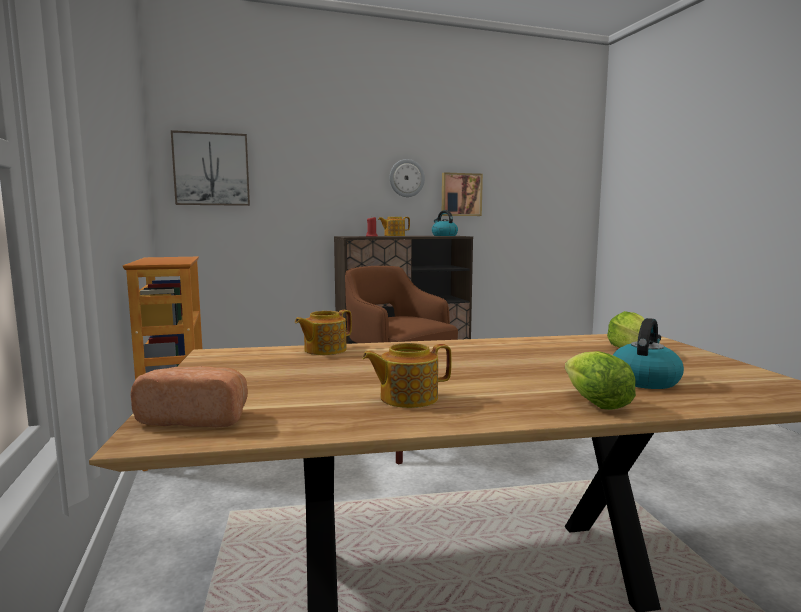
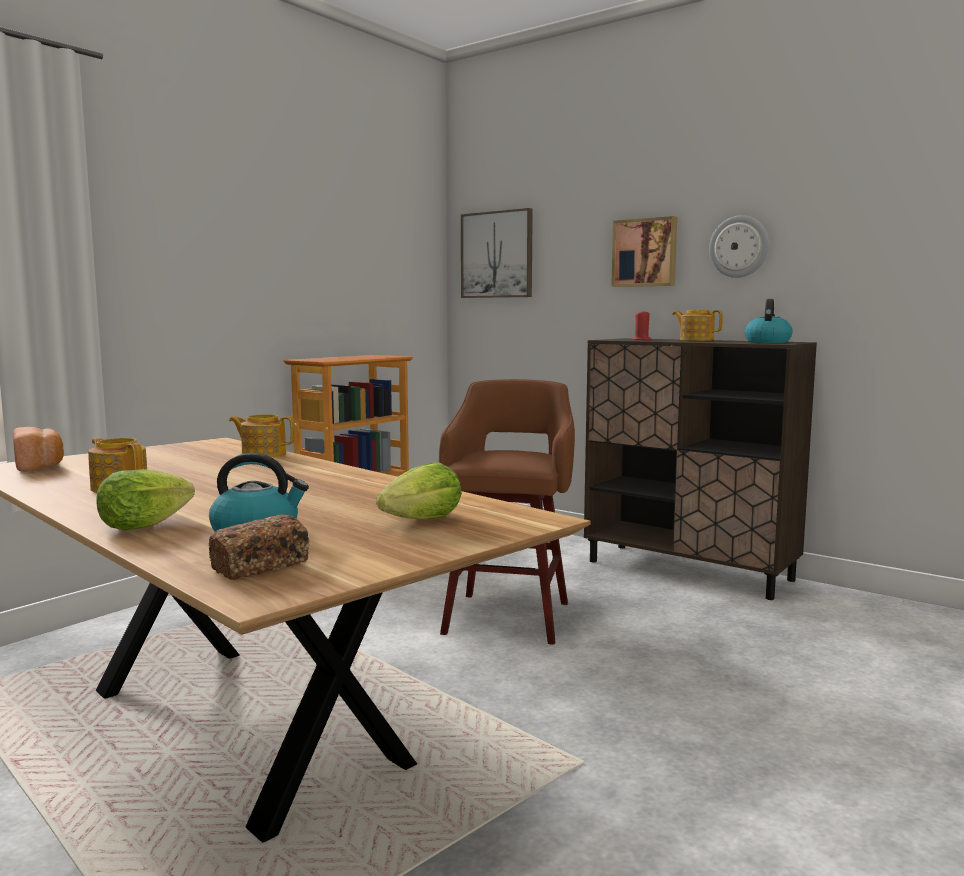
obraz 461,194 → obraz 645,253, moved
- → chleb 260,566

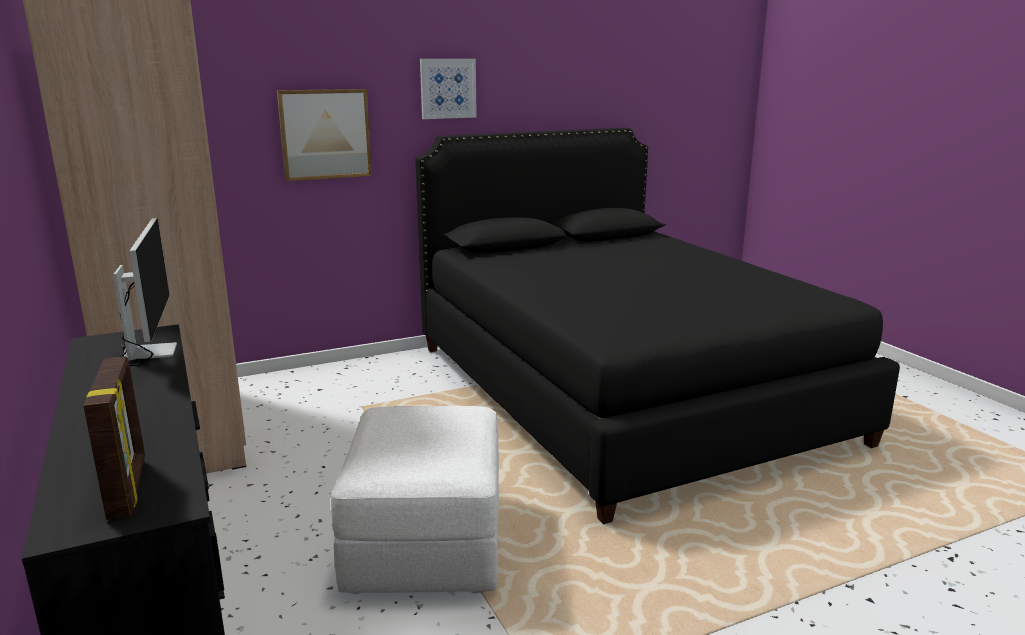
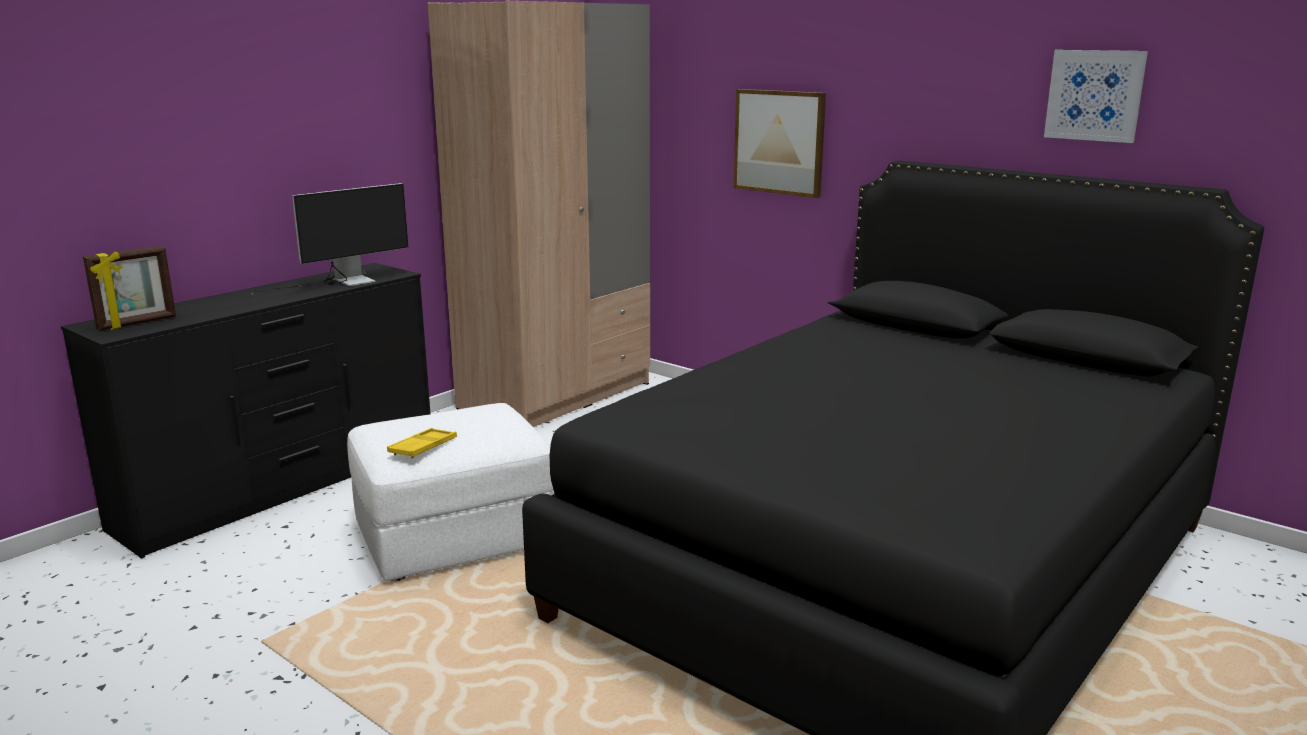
obraz 448,88 → obraz 1094,95, moved
- → taca (żółty) 423,448

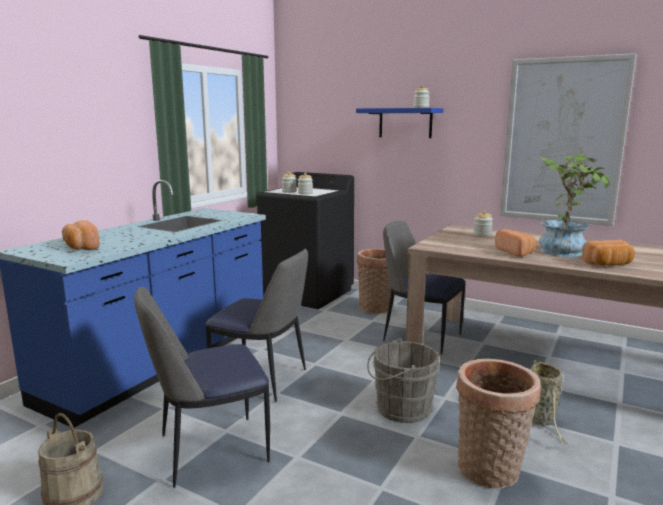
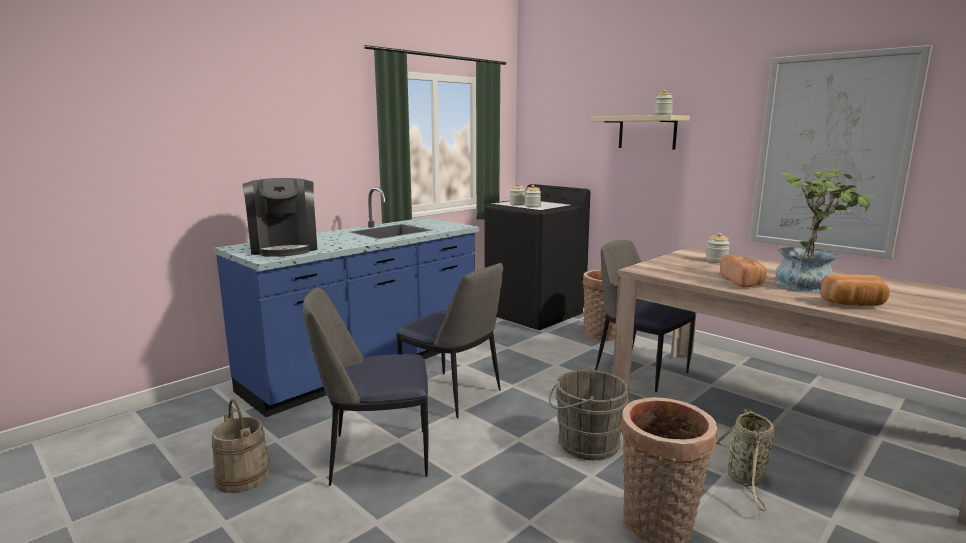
chleb 80,247 → ekspres do kawy 284,248
półka (niebieski) 405,123 → półka (beżowy) 647,132

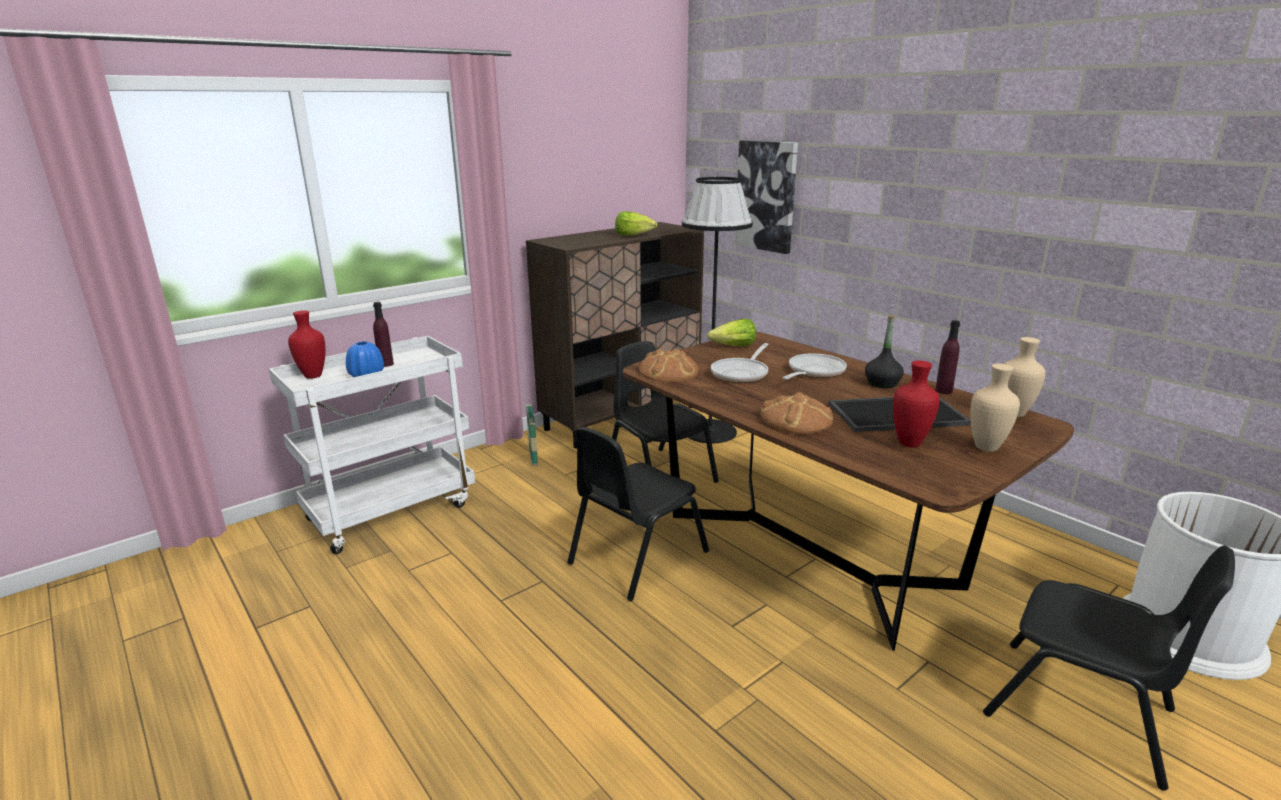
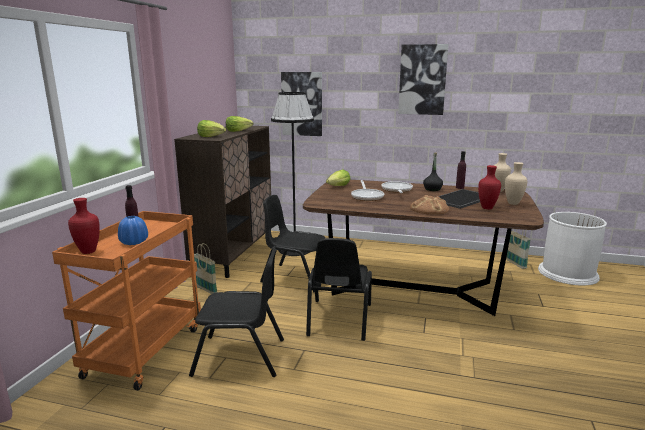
wózek (biały) 392,510 → wózek (pomarańczowy) 145,350
chleb 669,371 → -
krzesło (czarny) 1079,712 → krzesło (czarny) 240,357, moved
- → sałata 211,137
- → obraz 422,80
- → koszyk 515,264

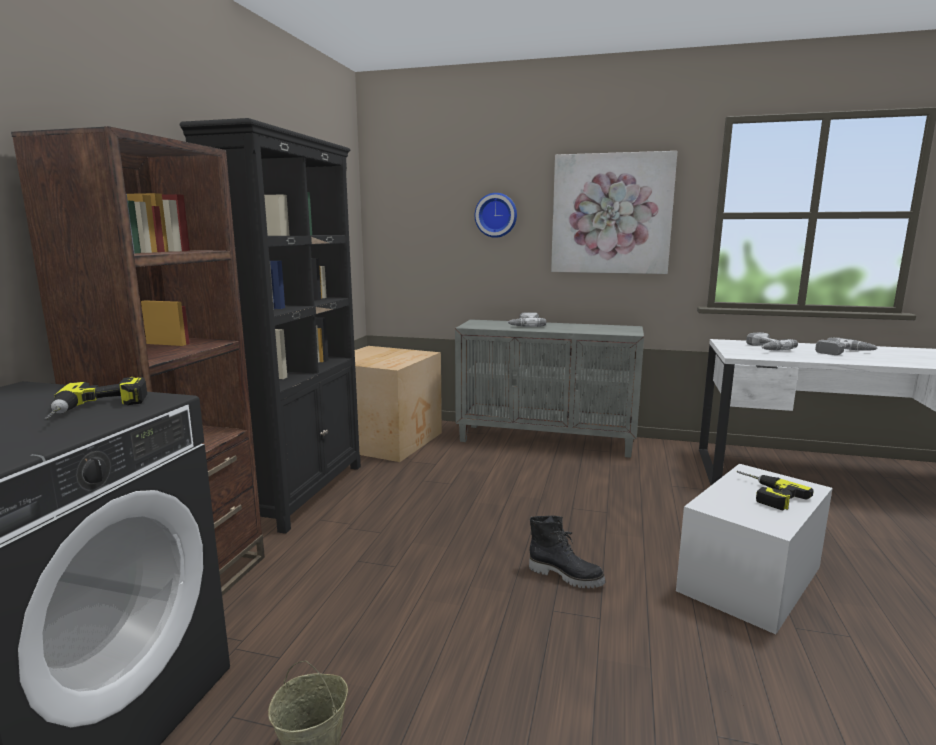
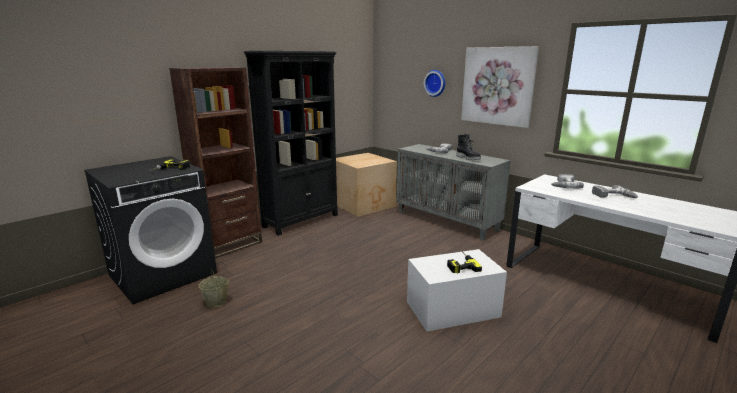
but z cholewką (czarny) 566,575 → but z cholewką (czarny) 468,158, moved

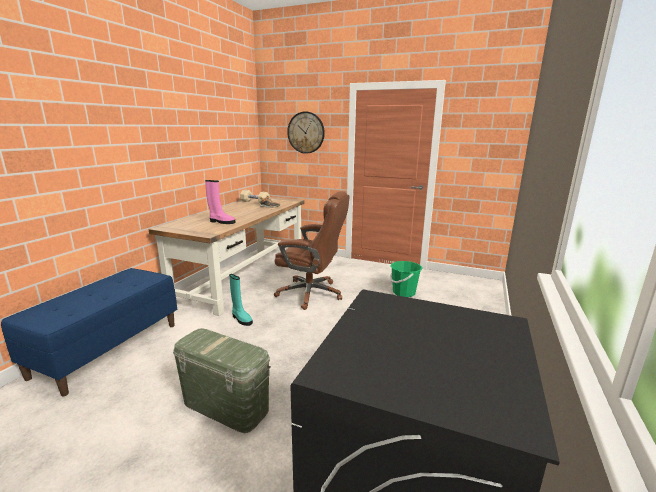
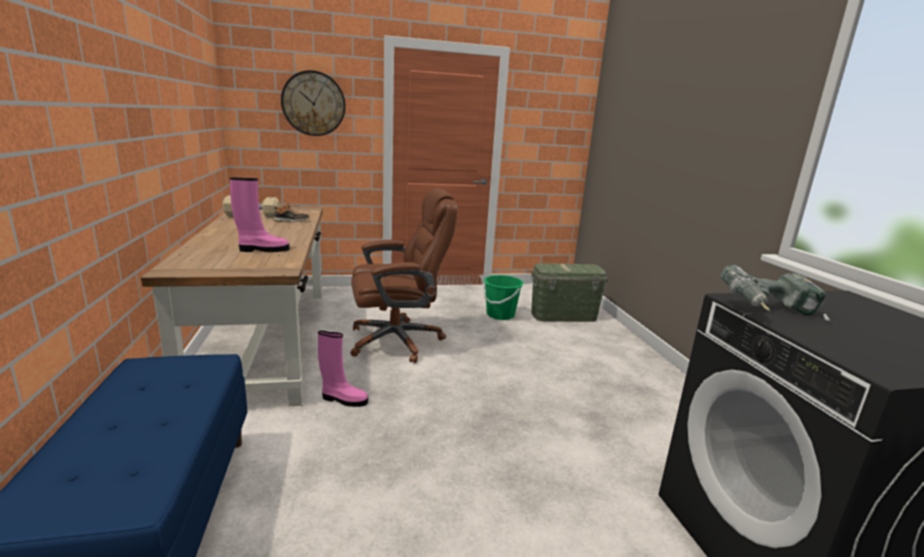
pojemnik do przechowywania (zielony) 225,406 → pojemnik do przechowywania (zielony) 563,316, moved
but z cholewką (turkusowy) 241,319 → but z cholewką (różowy) 343,399
- → wiertarka 770,312

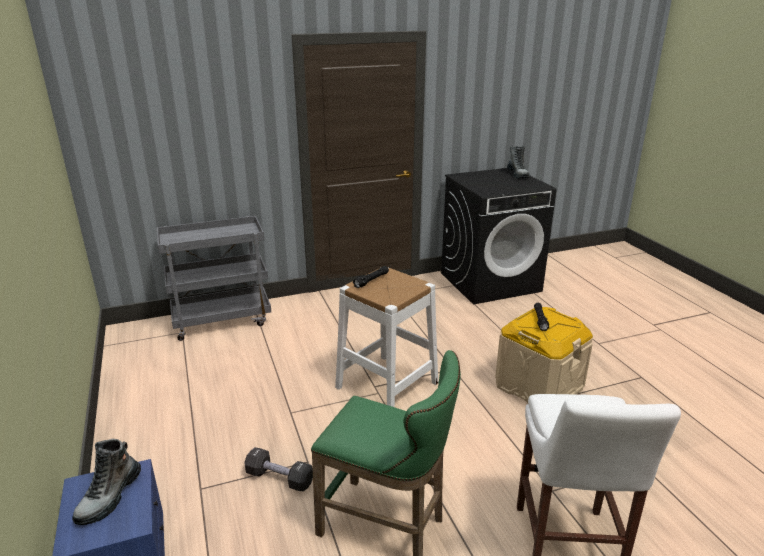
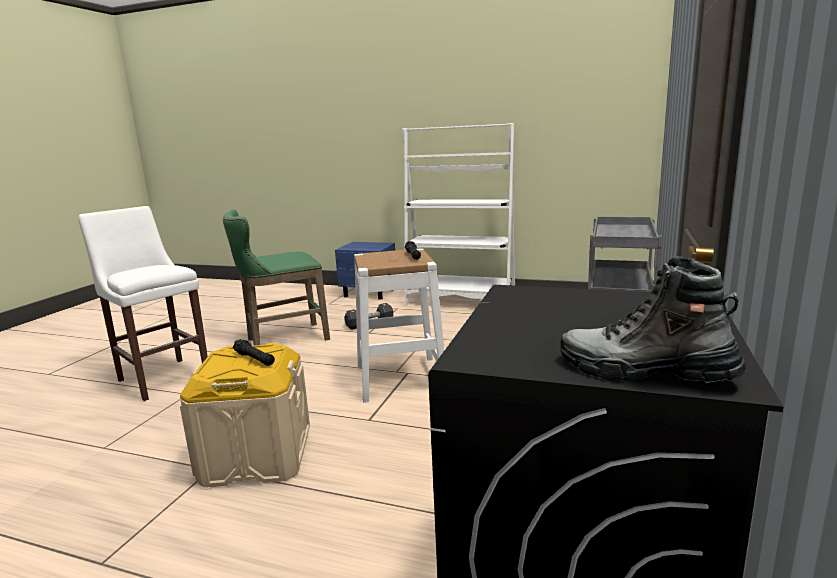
but z cholewką 109,497 → -
- → regał (biały) 460,301

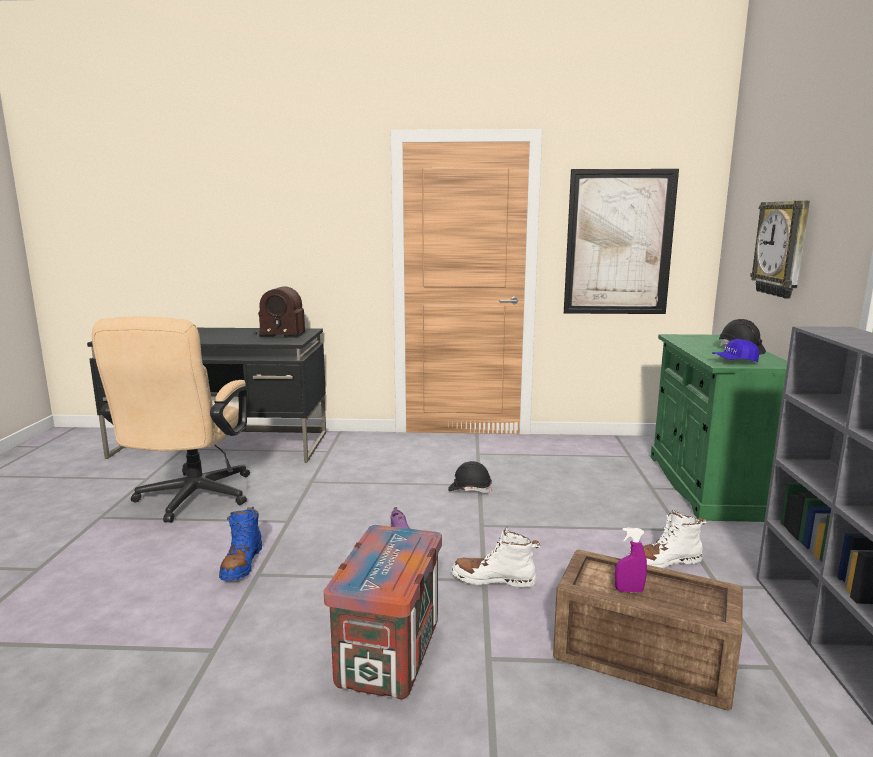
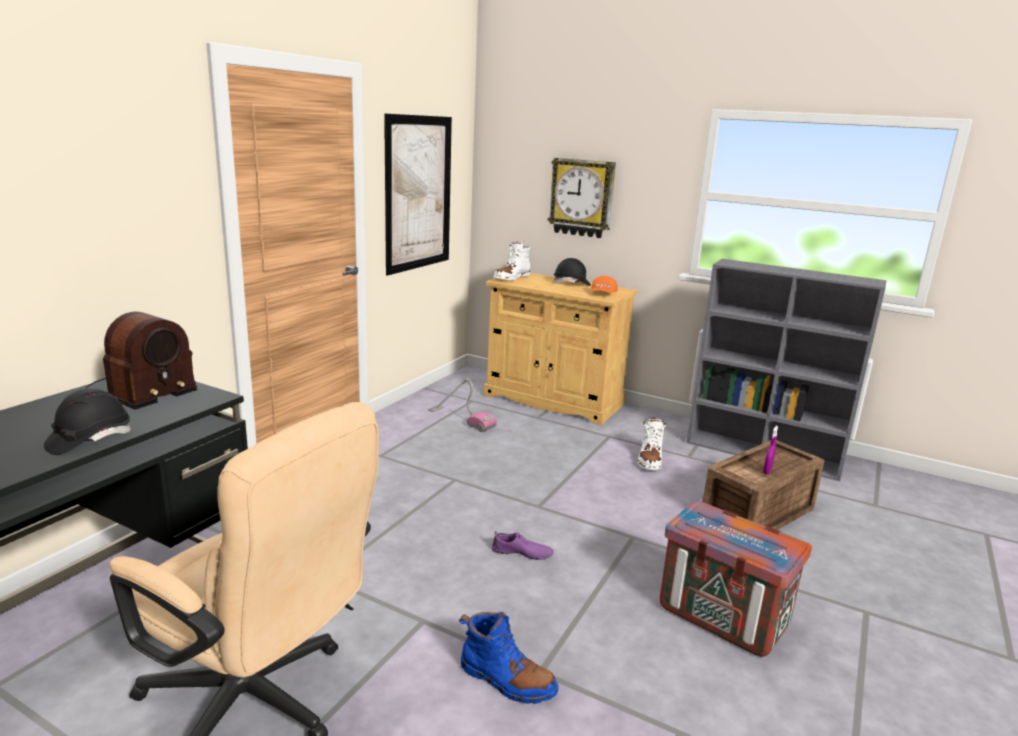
kask (czarny) 469,489 → kask (czarny) 89,440, moved
but z cholewką (biały) 493,579 → but z cholewką (biały) 511,278, moved
szafka (zielony) 707,486 → szafka (beżowy) 553,400
czapka z daszkiem (niebieski) 734,361 → czapka z daszkiem (pomarańczowy) 603,294
- → odkurzacz 461,419

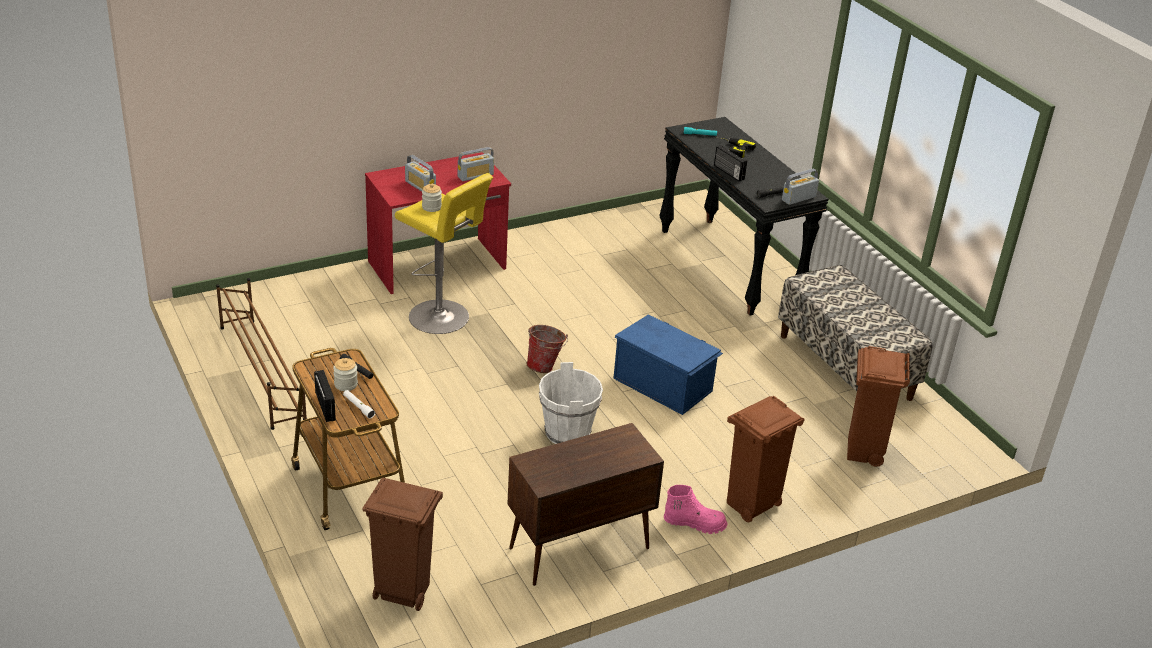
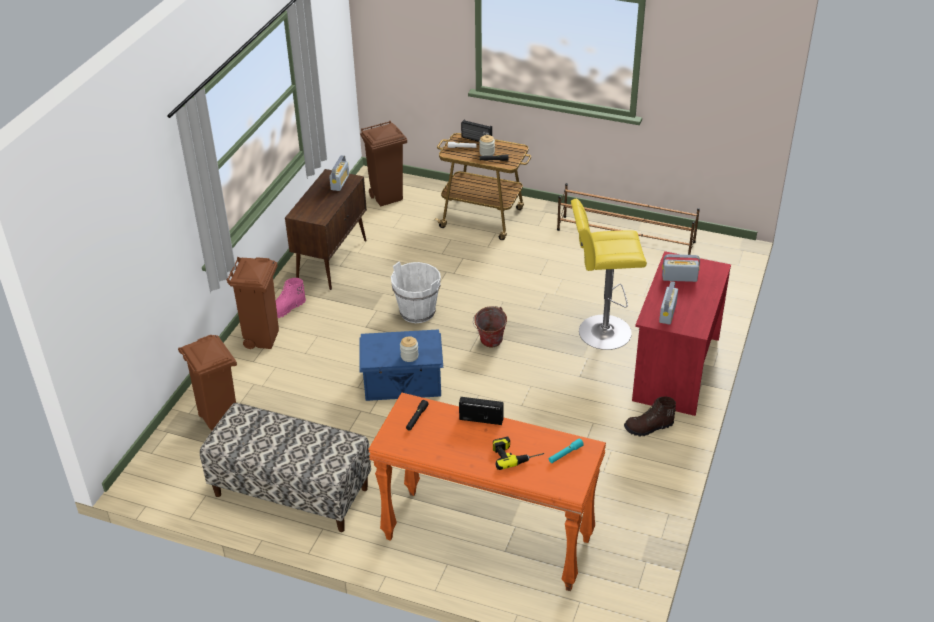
słoik 431,207 → słoik 409,356, moved
stolik konsolowy (czarny) 730,265 → stolik konsolowy (pomarańczowy) 486,540
radio 798,198 → radio 340,182, moved
- → but z cholewką (brązowy) 649,428

